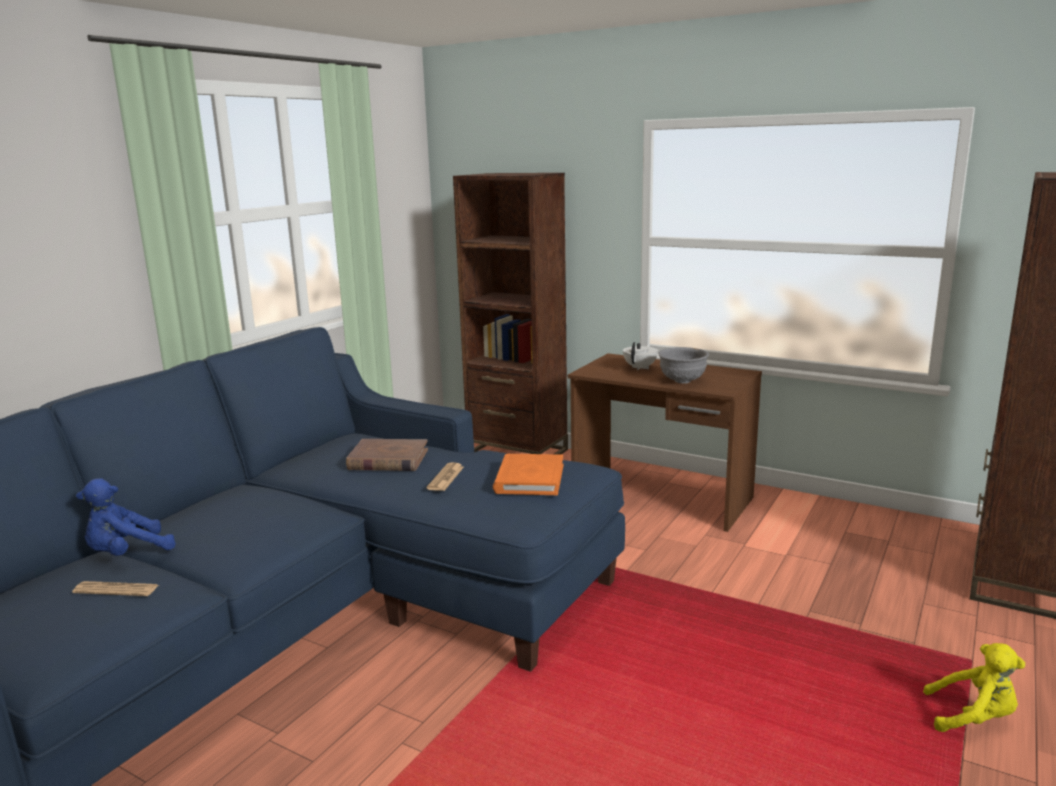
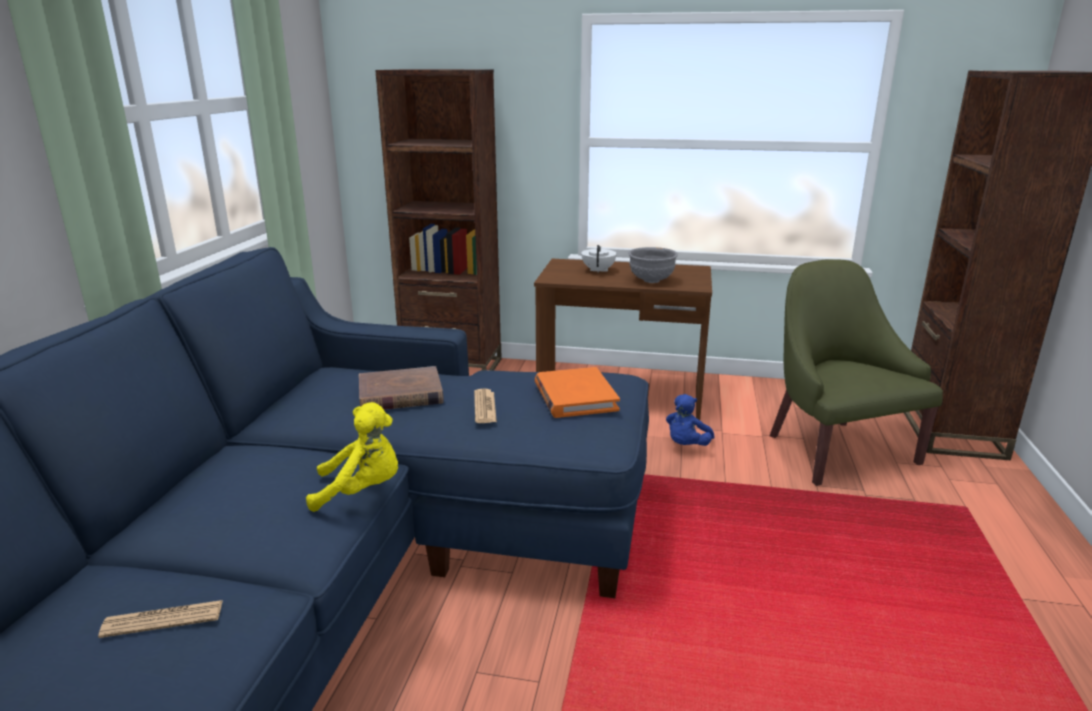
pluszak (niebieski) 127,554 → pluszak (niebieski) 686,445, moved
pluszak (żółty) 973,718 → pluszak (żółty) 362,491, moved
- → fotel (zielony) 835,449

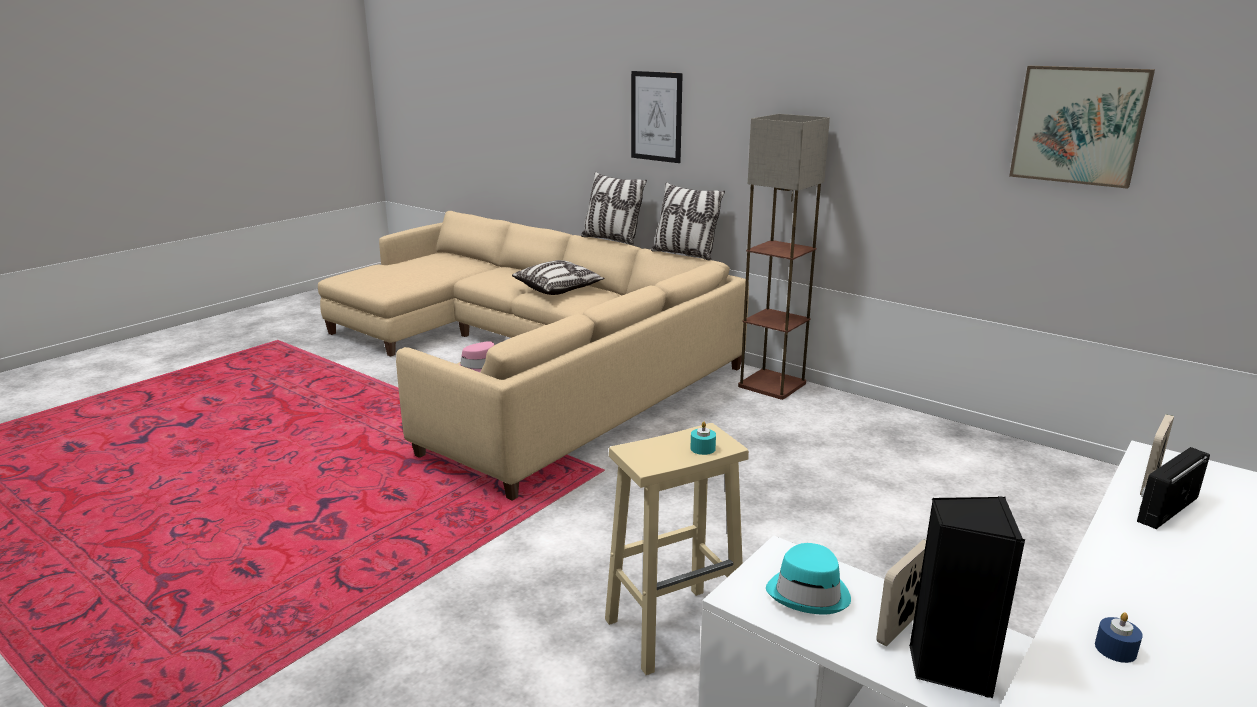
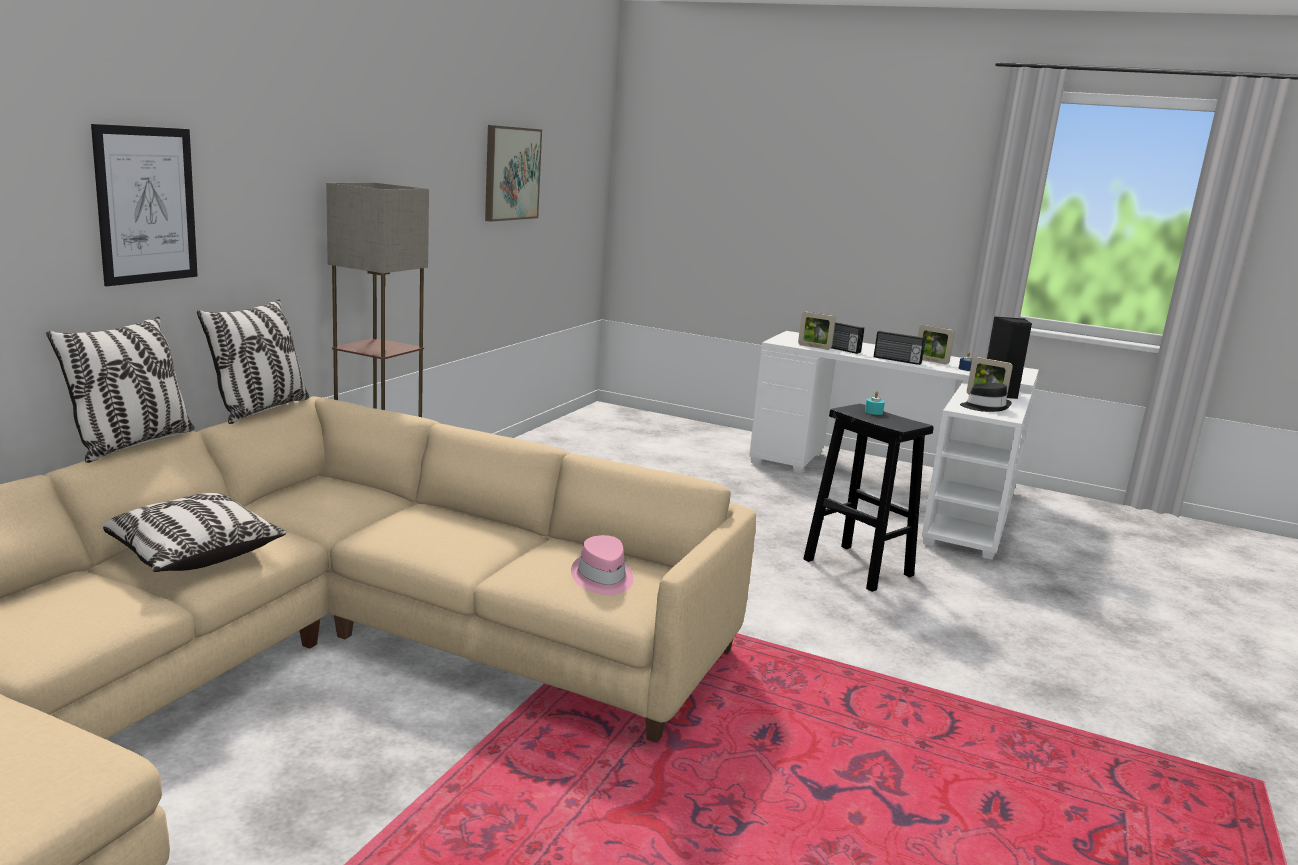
stołek (beżowy) 675,628 → stołek (czarny) 856,567
kapelusz (turkusowy) 809,593 → kapelusz (czarny) 985,407
- → radio 897,360
- → ramka na zdjęcie 931,361

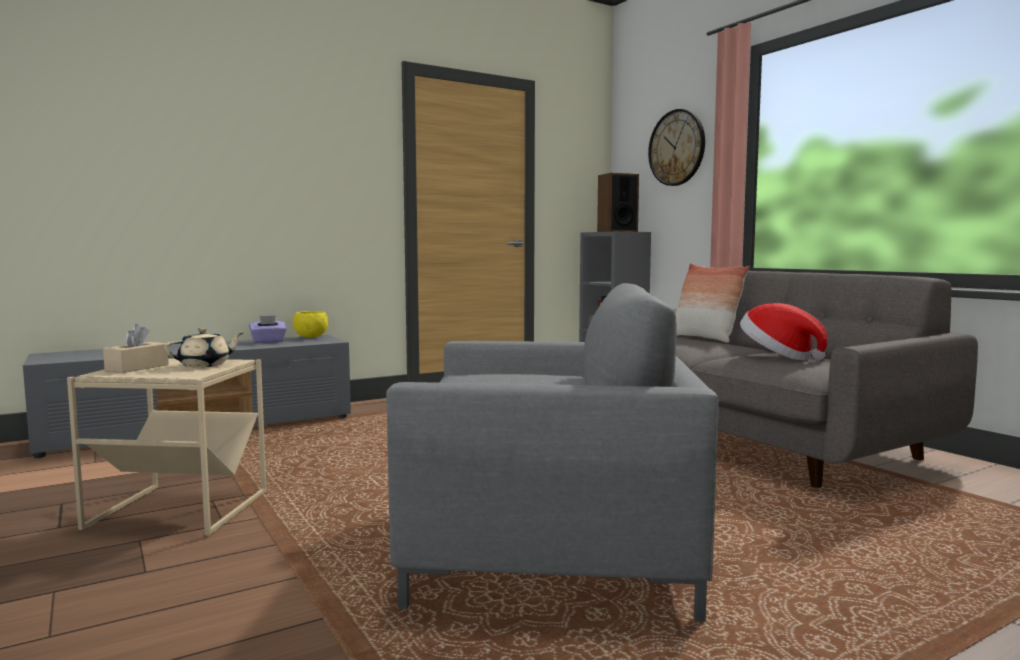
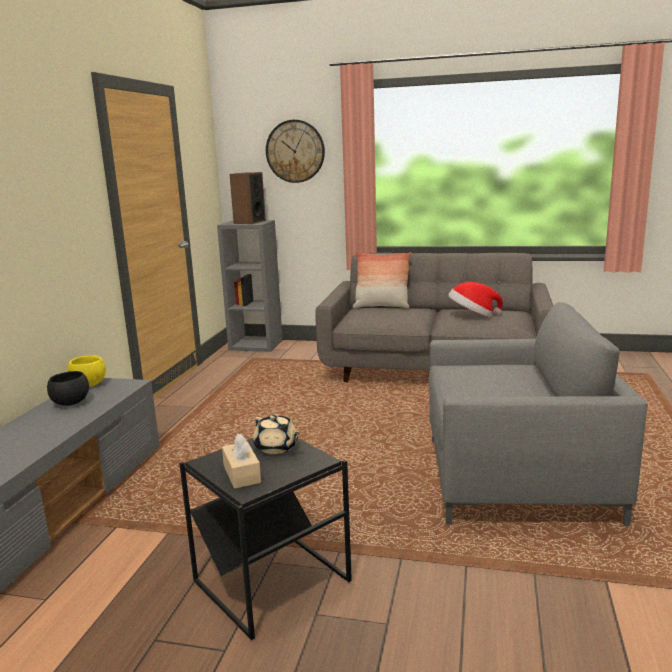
stolik (beżowy) 178,510 → stolik (czarny) 270,582
imbryk (beżowy) 205,365 → imbryk (beżowy) 276,448, 135 degrees clockwise
pudełko chusteczek (fioletowy) 268,341 → miska (czarny) 70,403
fotel (szary) 551,548 → fotel (szary) 517,479, 45 degrees clockwise

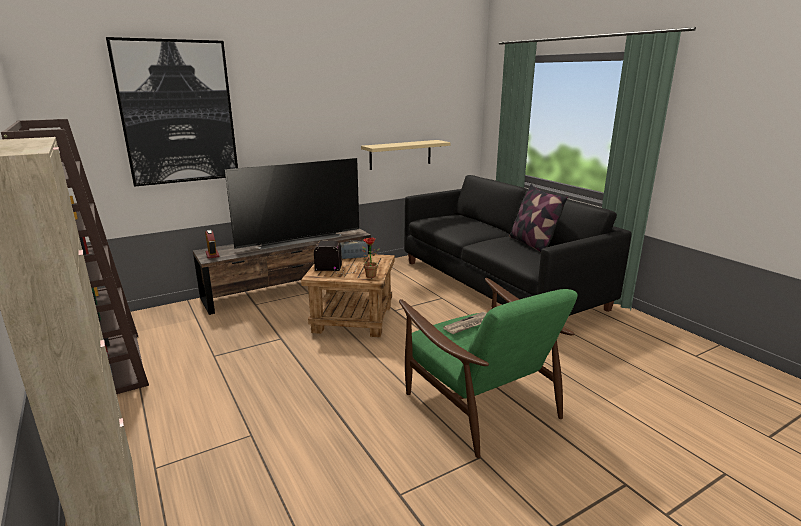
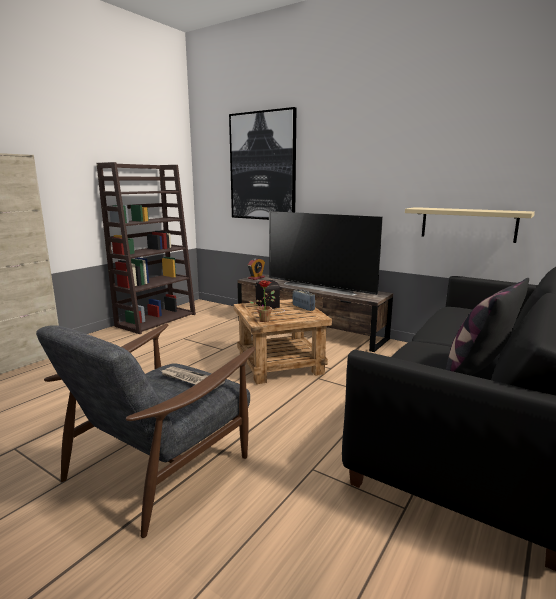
fotel (zielony) 479,401 → fotel (szary) 161,464

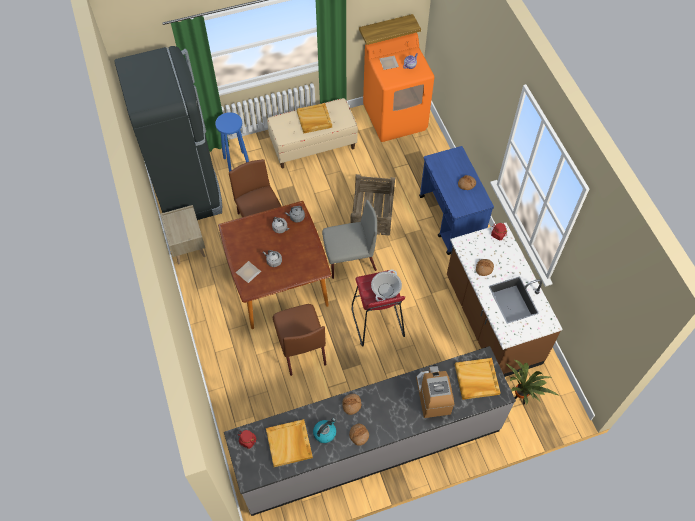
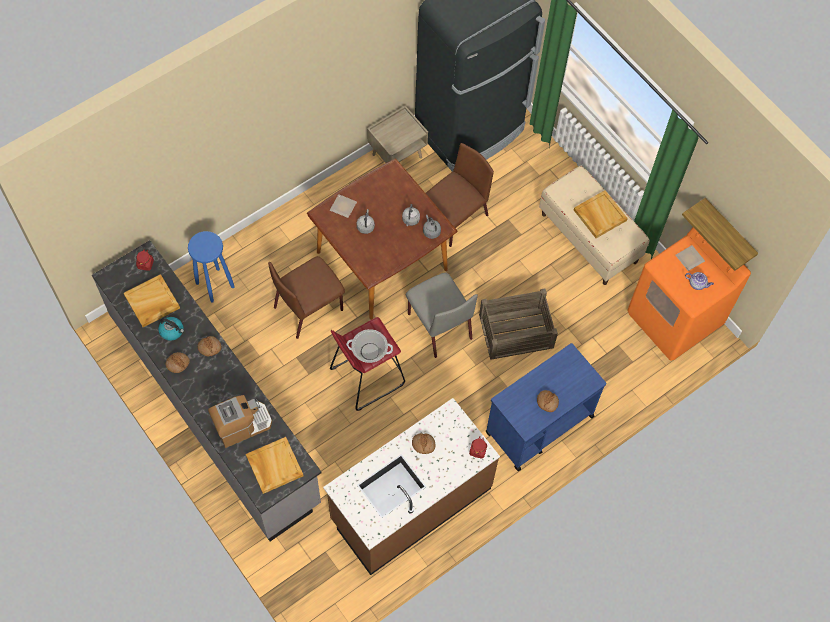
stołek (niebieski) 236,162 → stołek (niebieski) 214,284, moved
roślina doniczkowa 518,400 → -

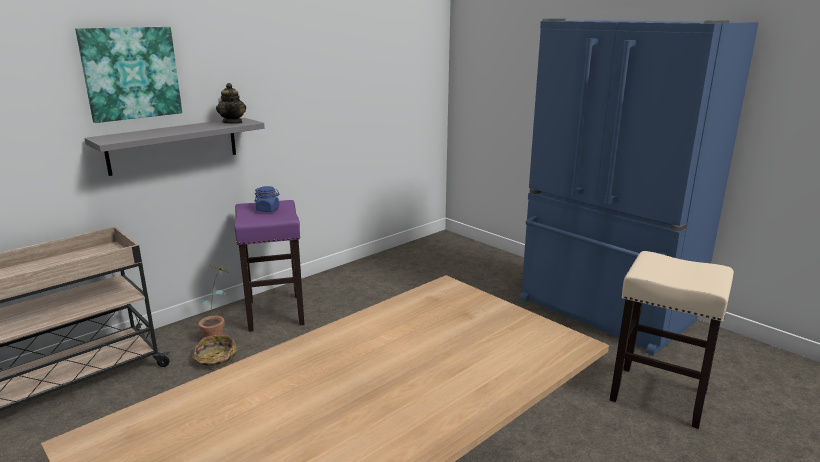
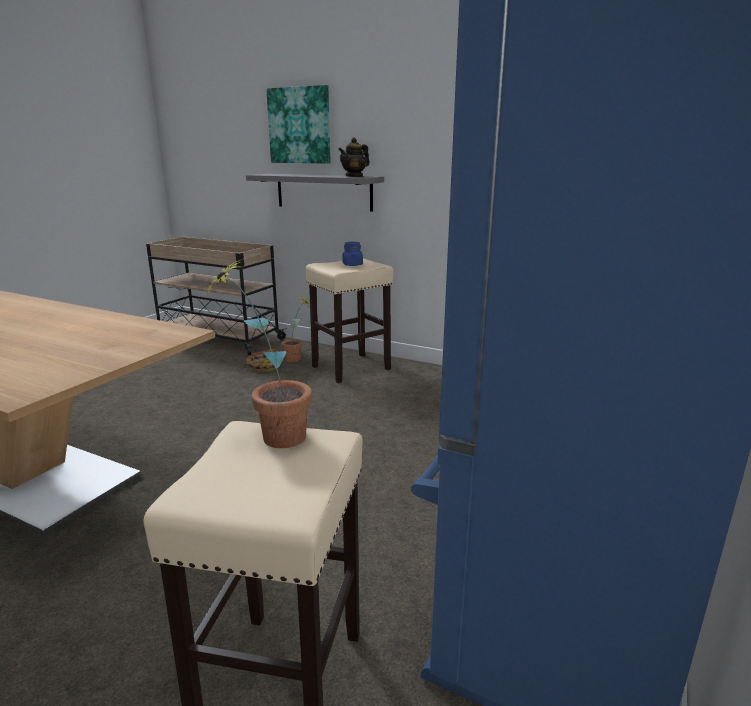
stołek (fioletowy) 275,313 → stołek (beżowy) 350,368
- → roślina doniczkowa 270,438

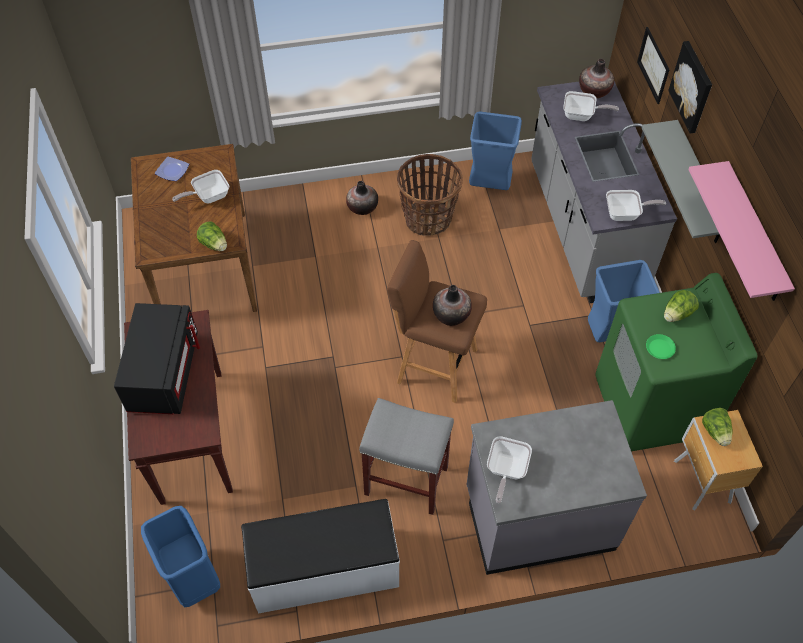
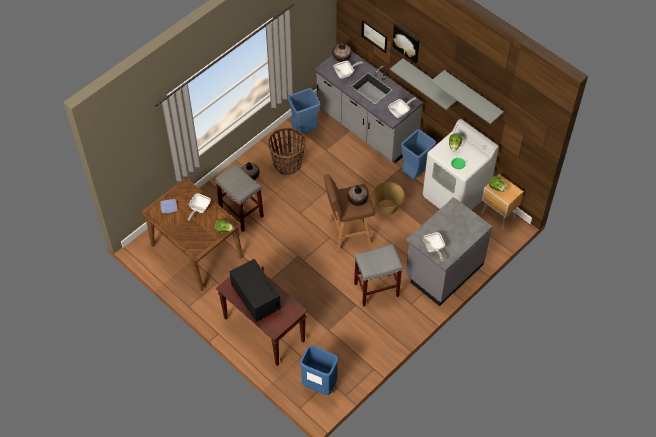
ławka (biały) 325,571 → -
pralka (zielony) 651,407 → pralka (biały) 455,196
półka (różowy) 753,234 → półka (szary) 472,96
- → stołek (szary) 242,213
- → koszyk 387,207

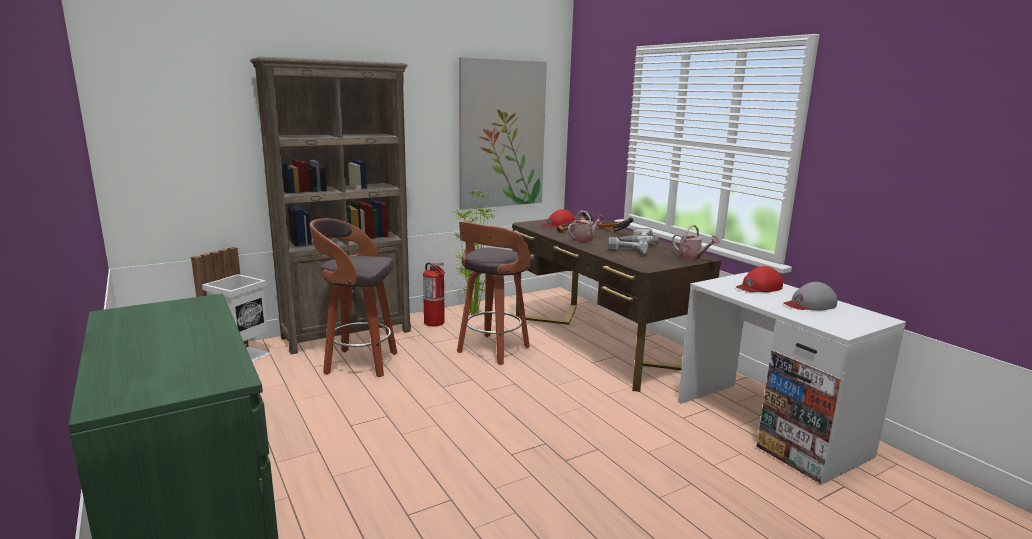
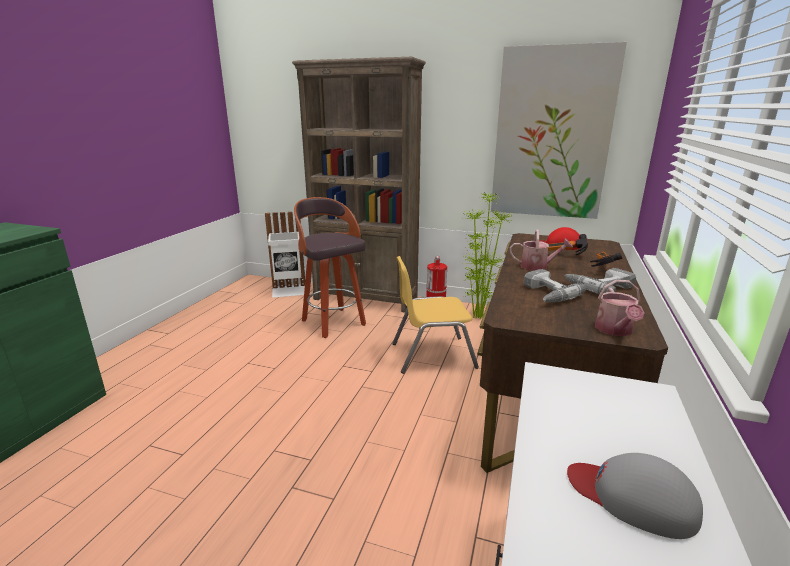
stołek 492,350 → krzesło (żółty) 432,355
czapka z daszkiem (czerwony) 758,287 → -

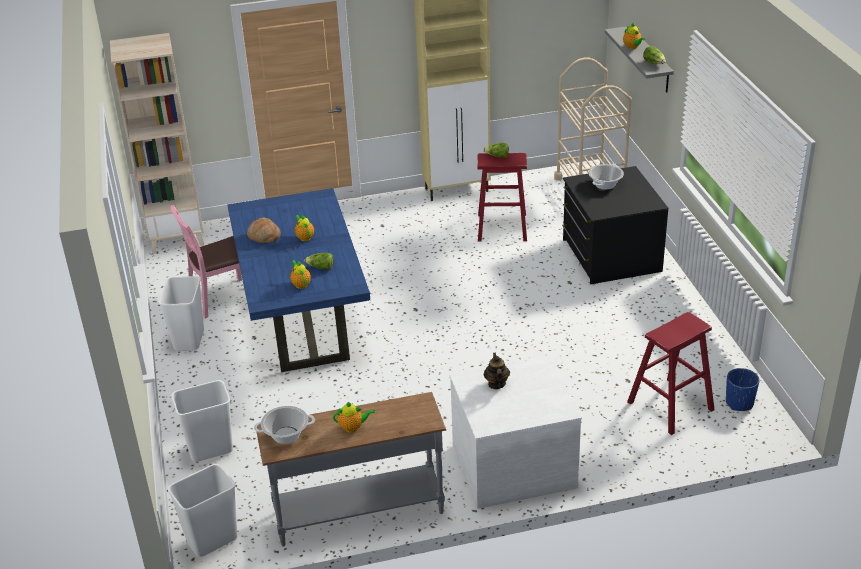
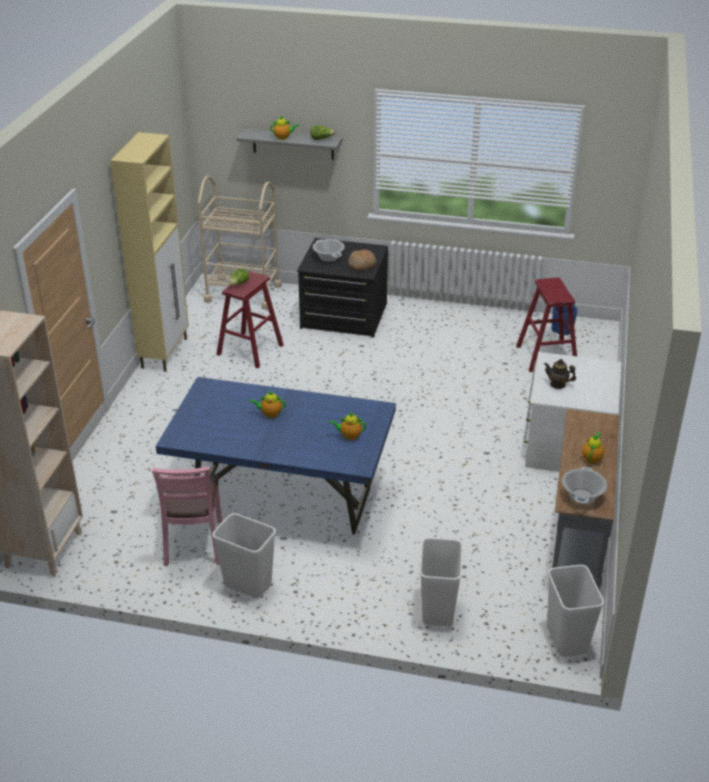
chleb 264,236 → chleb 362,265, moved
sałata 321,267 → -

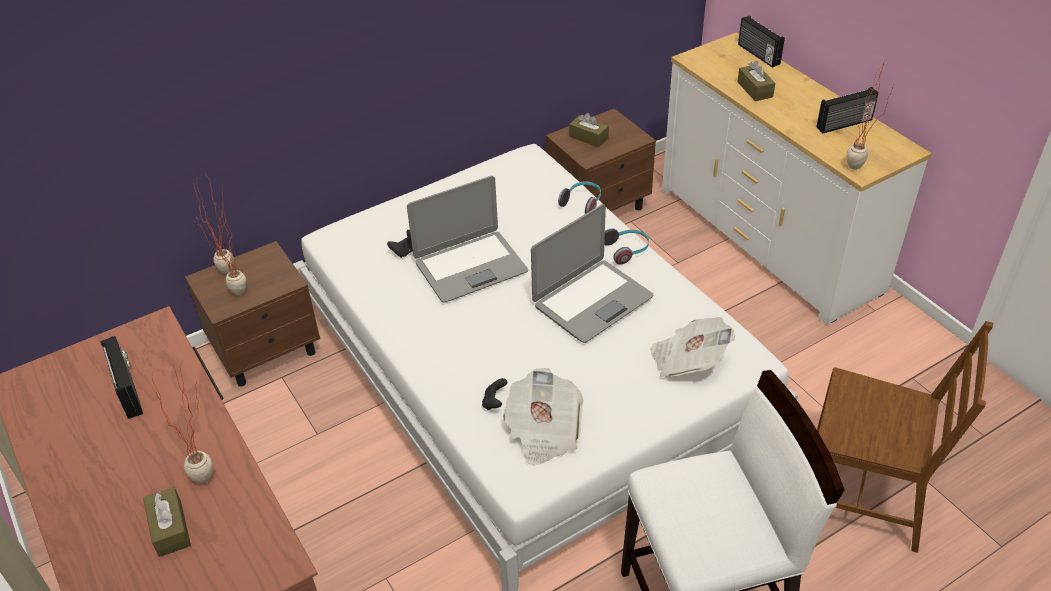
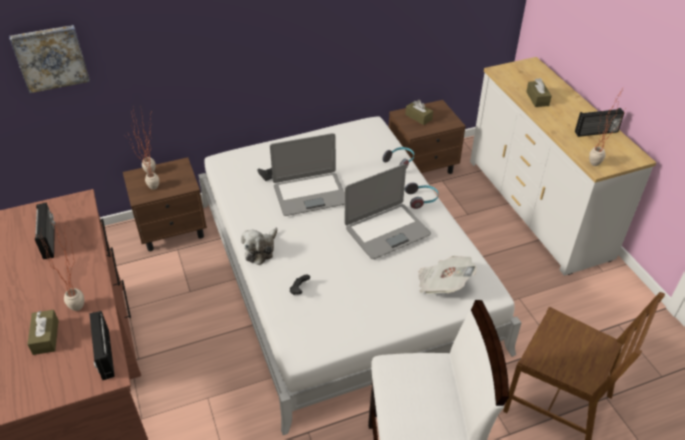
gazeta 543,432 → -
radio 758,54 → radio 104,355, moved
- → obraz 50,57
- → pluszak 261,250

